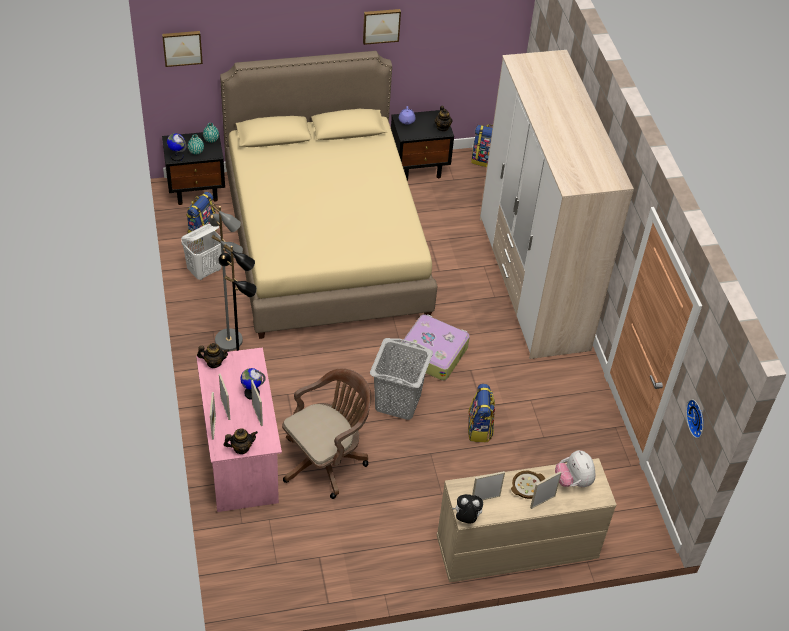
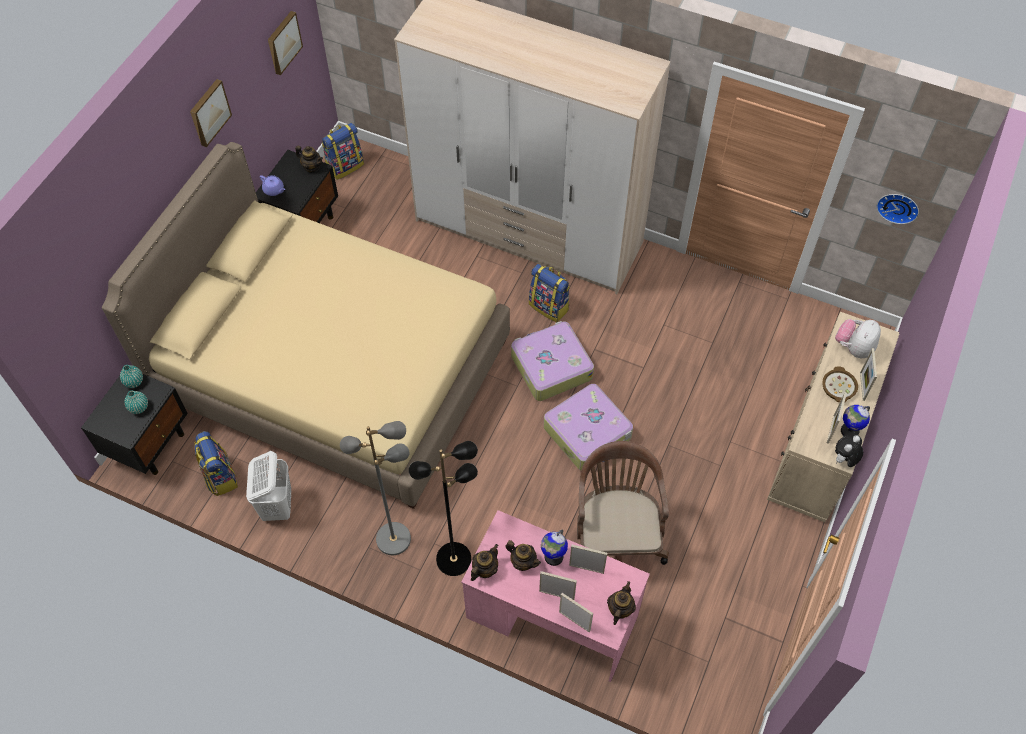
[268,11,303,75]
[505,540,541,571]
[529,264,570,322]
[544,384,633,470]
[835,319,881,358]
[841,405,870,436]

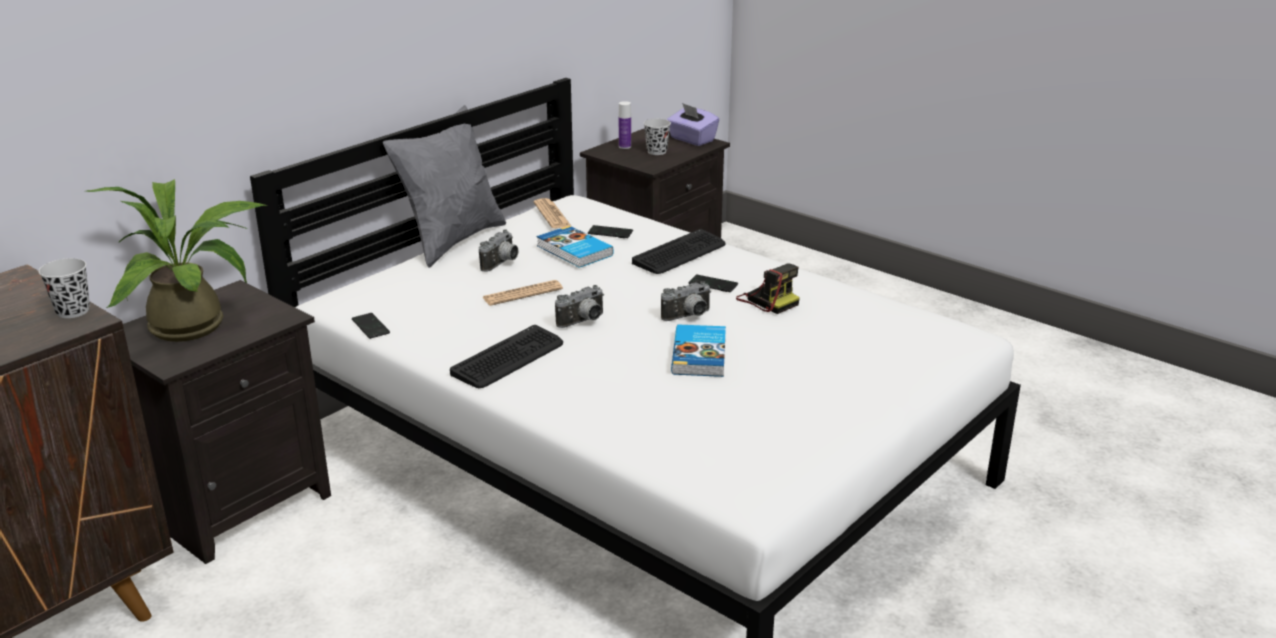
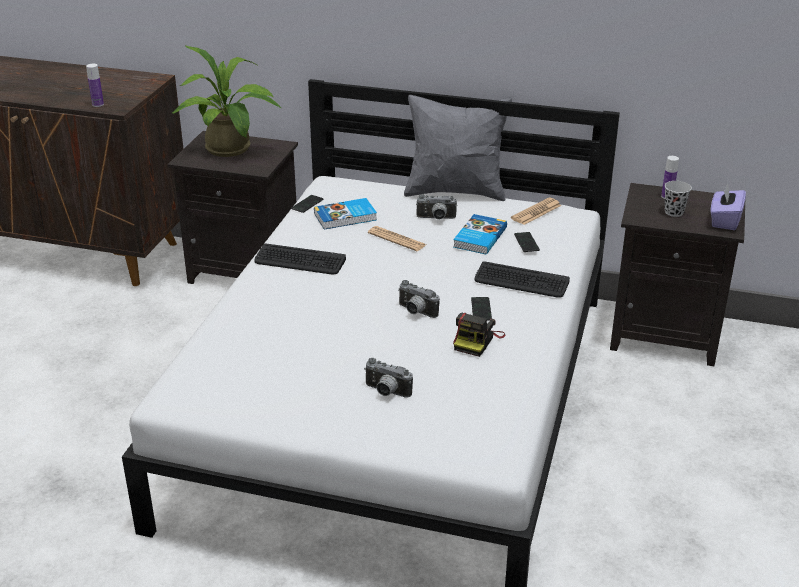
[86,64,104,107]
[314,198,377,230]
[364,358,413,398]
[38,258,90,318] (first image)

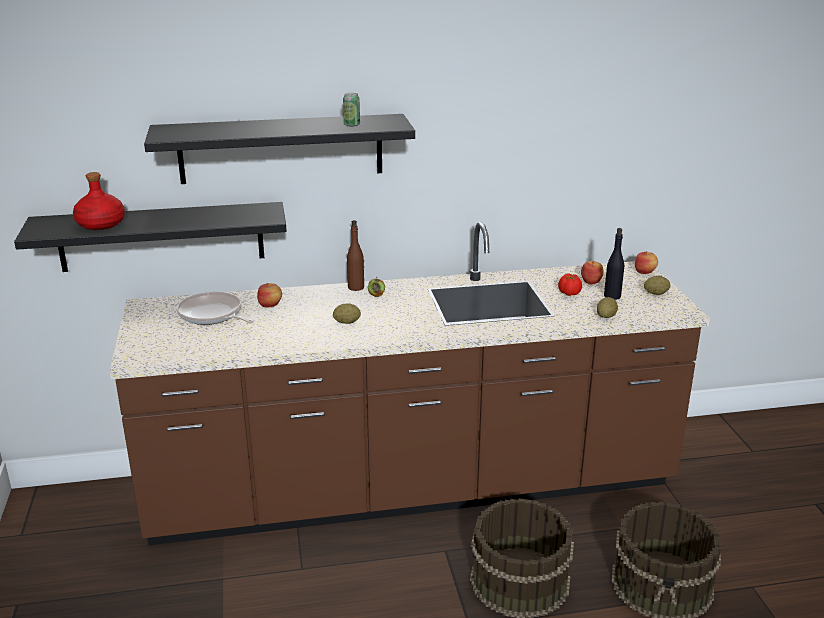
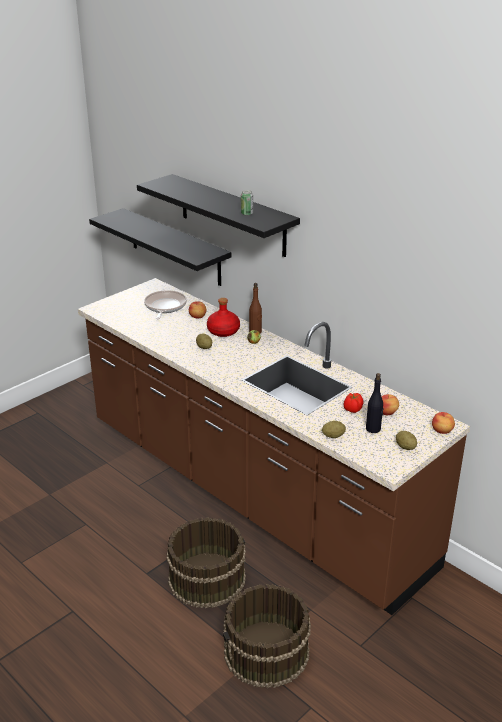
[207,298,240,337]

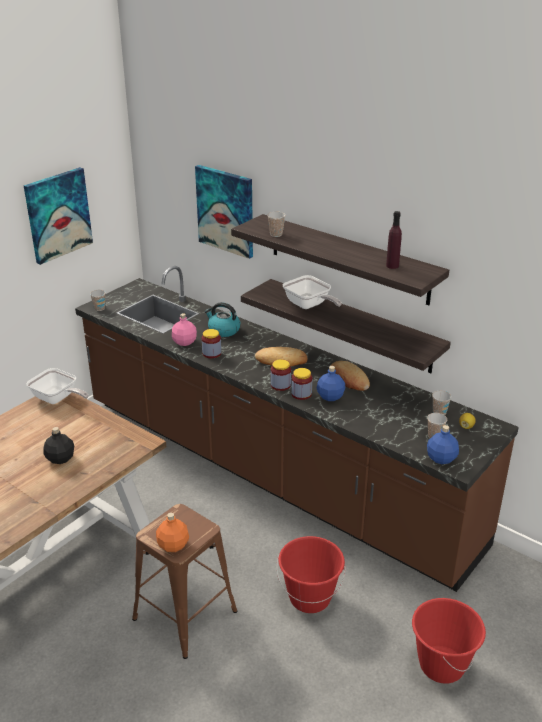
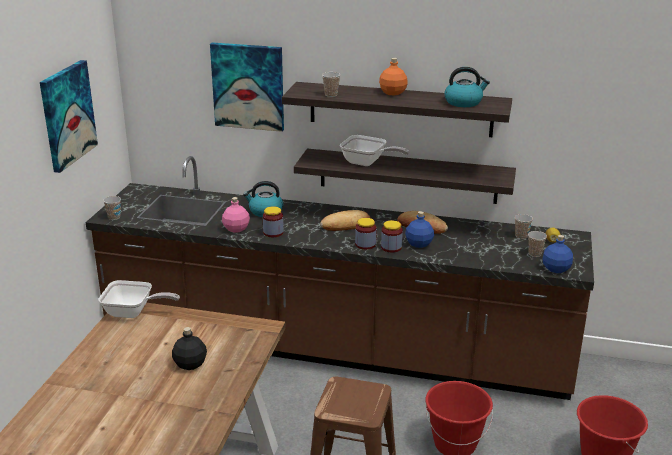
[379,58,408,95]
[445,67,490,107]

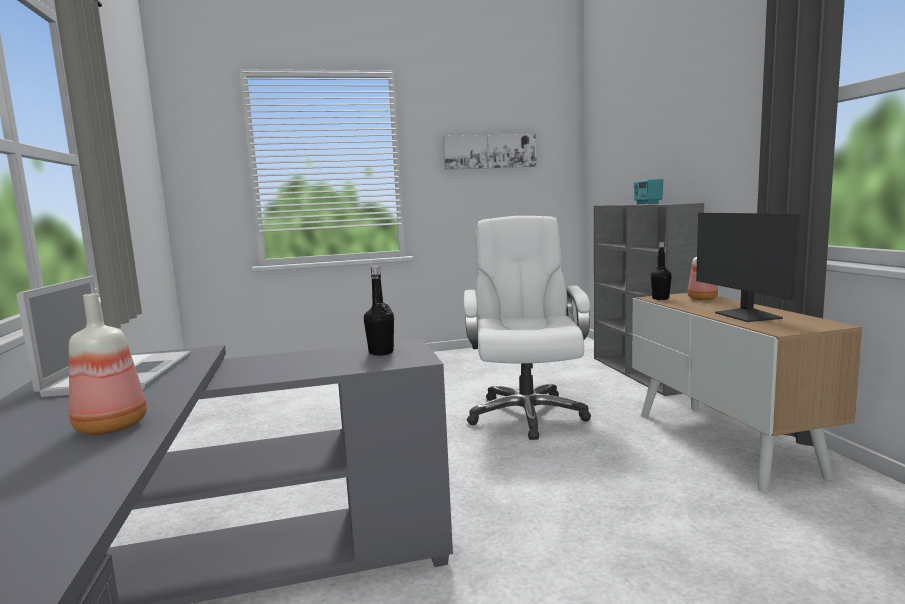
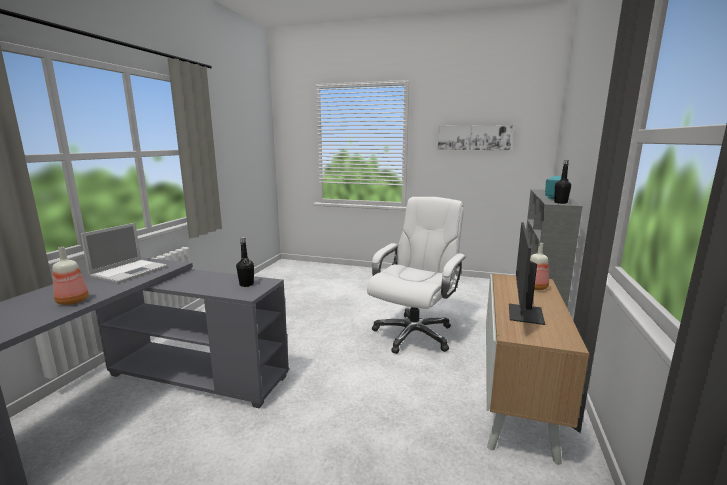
[554,160,571,204]

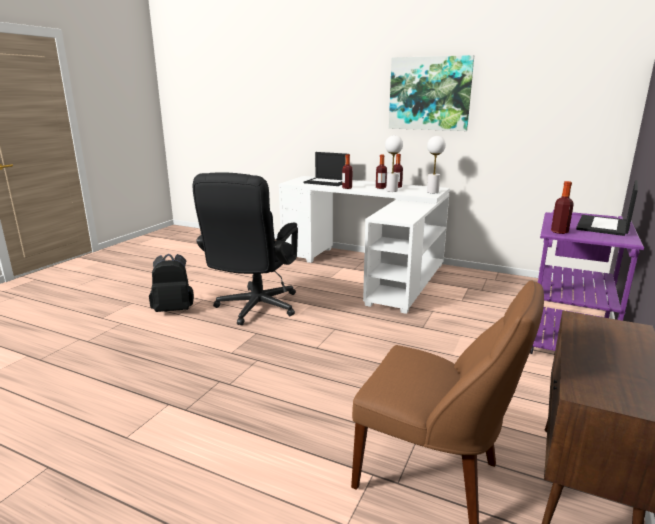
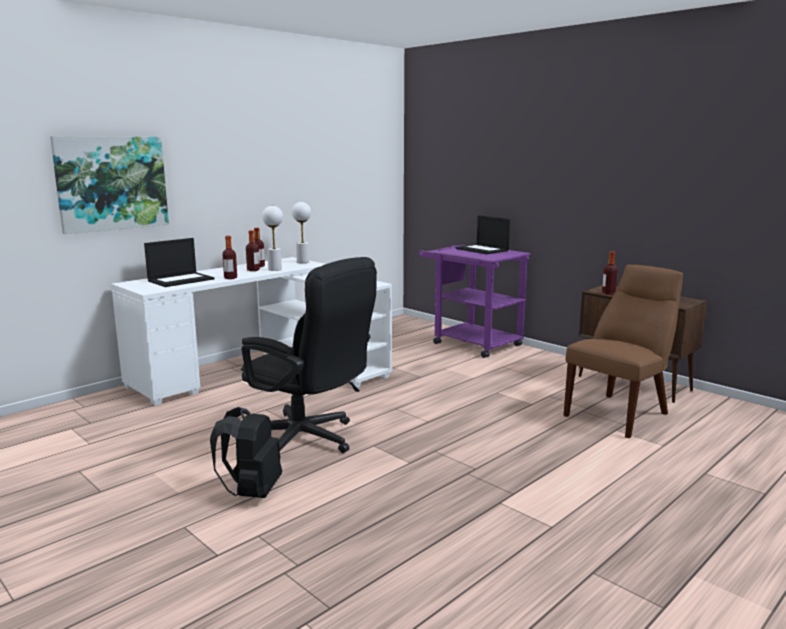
[50,136,169,234]
[602,251,618,295]

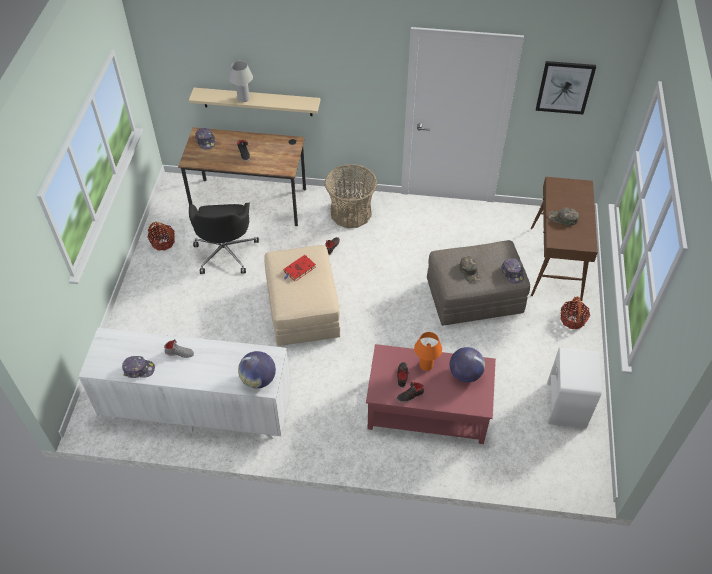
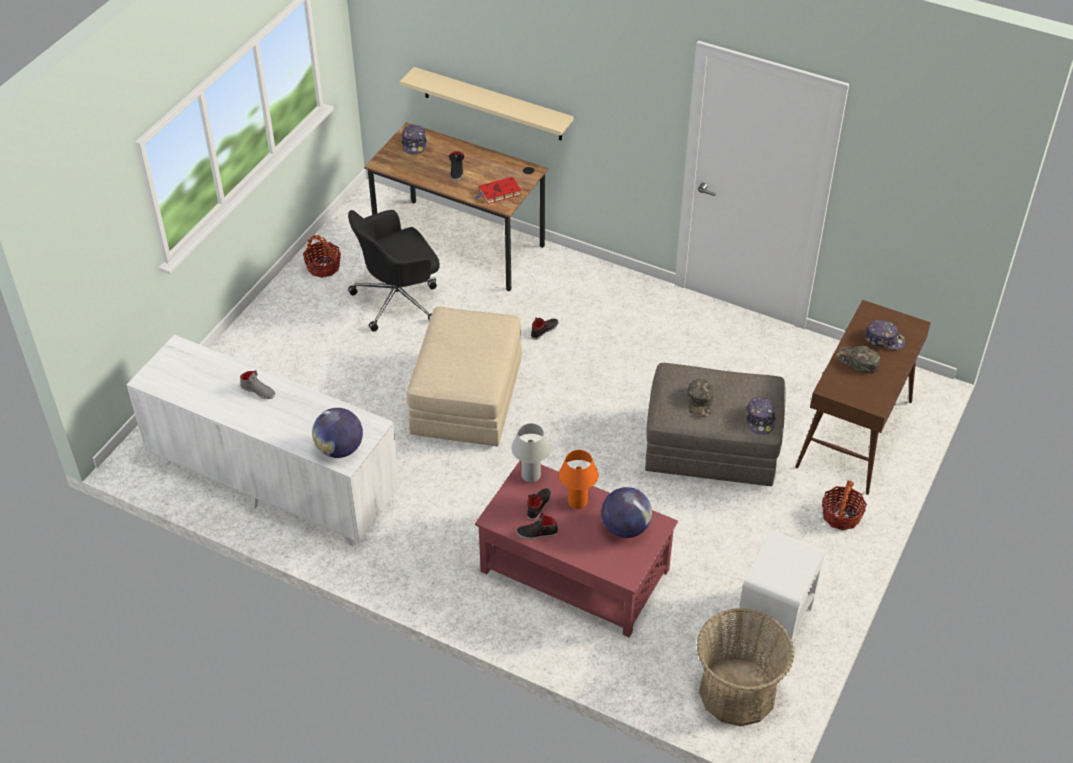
[348,210,440,332]
[476,177,521,204]
[511,423,551,482]
[697,608,794,726]
[865,320,905,350]
[536,61,596,114] (first image)

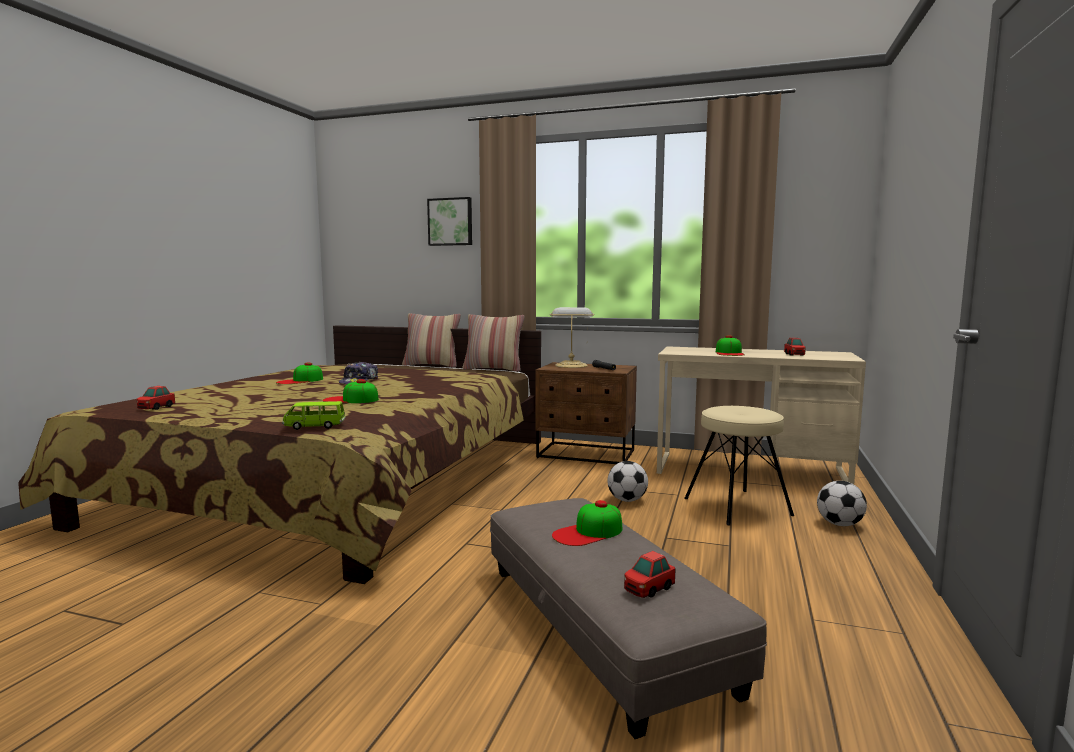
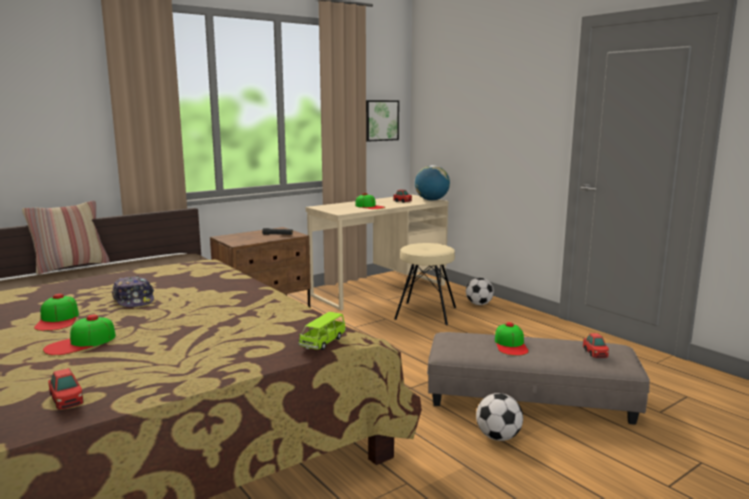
[43,315,116,355]
[366,100,399,142]
[415,165,450,201]
[476,393,523,441]
[462,314,525,372] (first image)
[550,307,594,368] (first image)

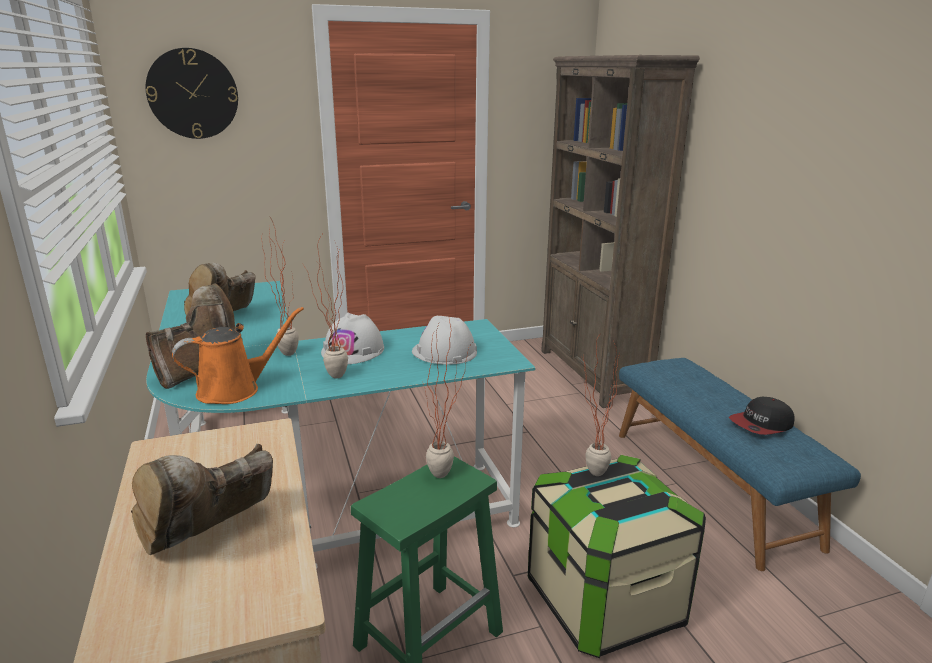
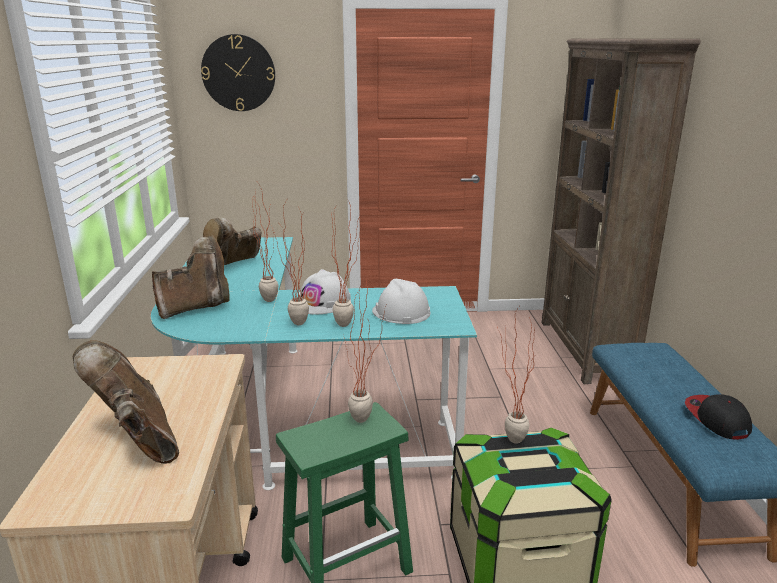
[73,340,179,464]
[331,203,361,327]
[685,394,752,440]
[172,307,304,404] (first image)

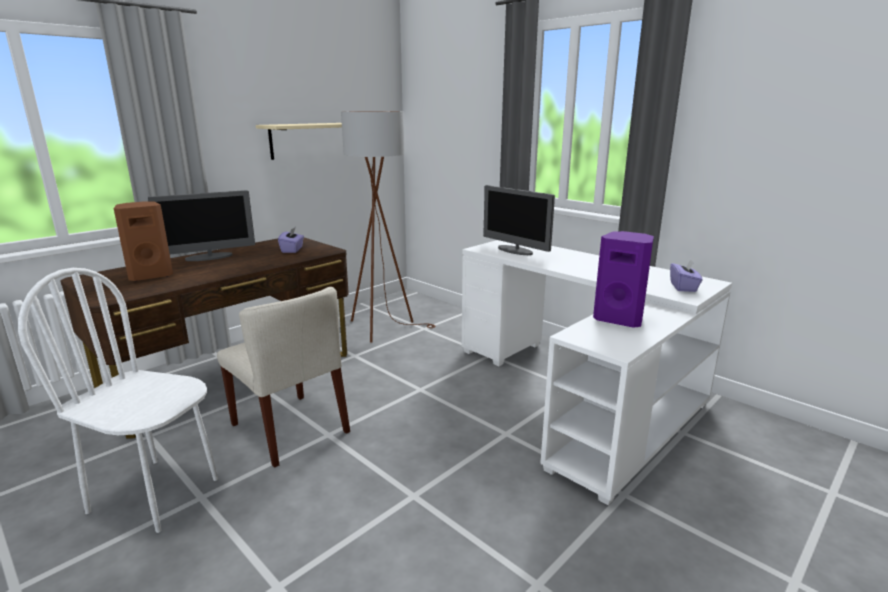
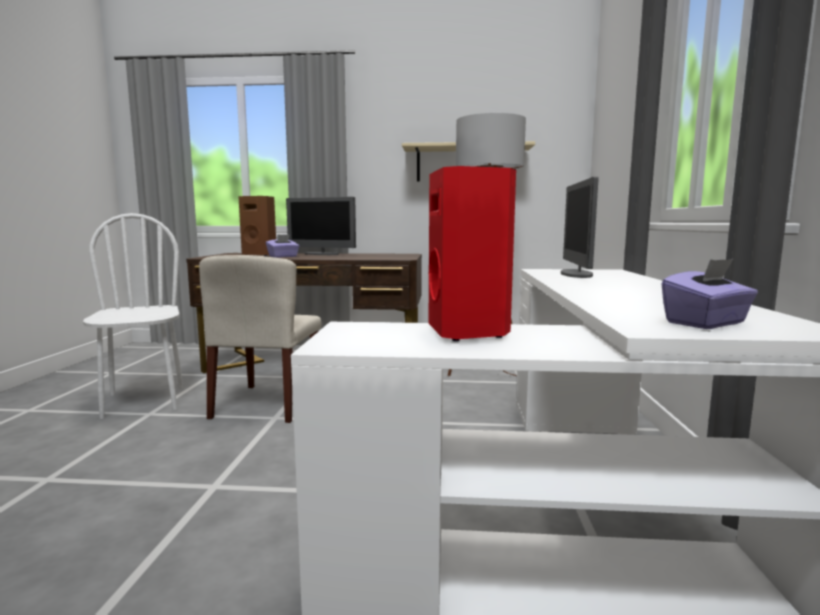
[266,234,299,258]
[429,166,516,341]

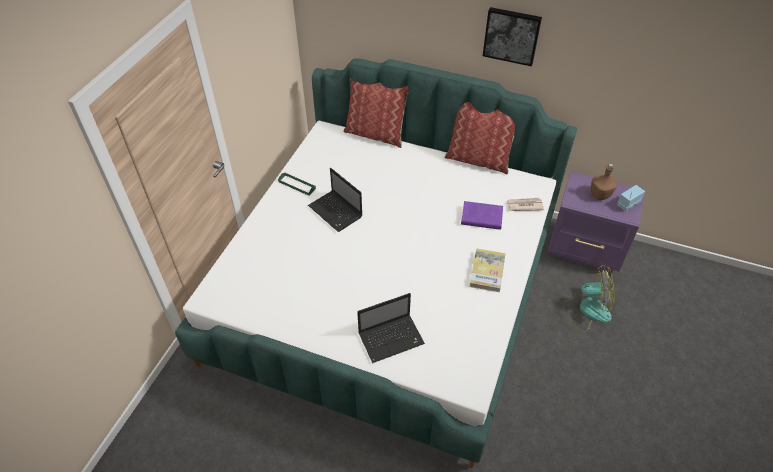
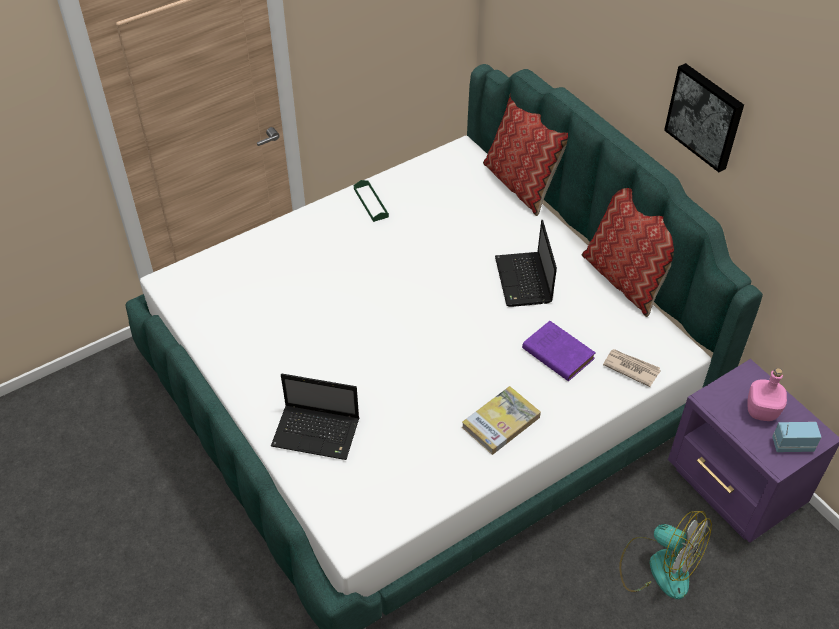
[495,220,557,307]
[747,368,787,421]

